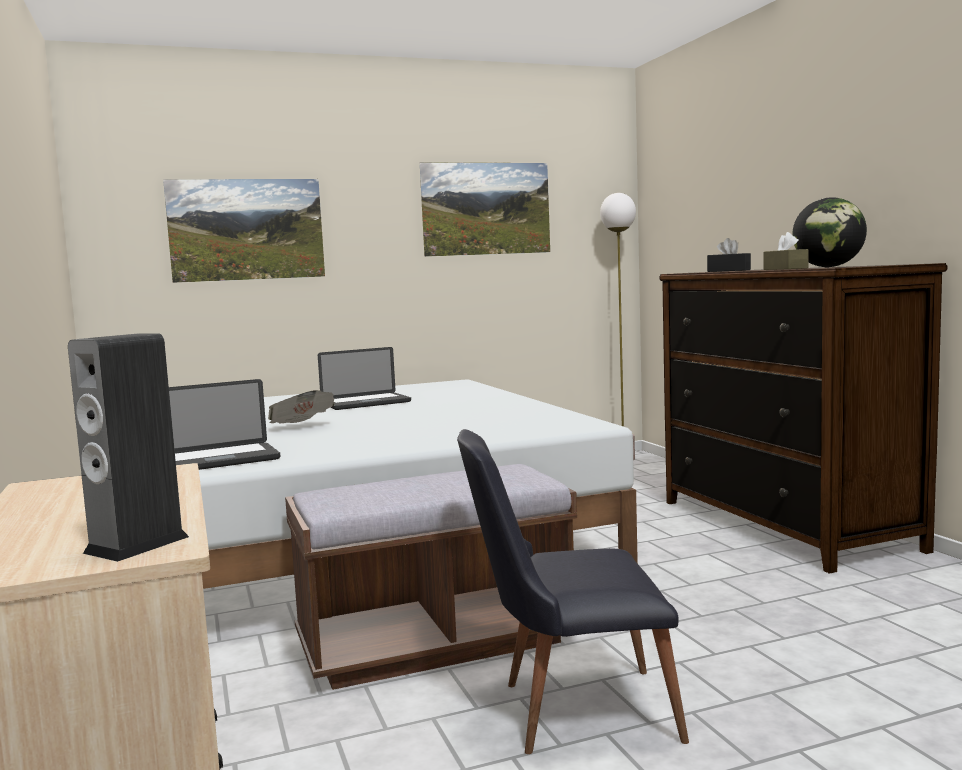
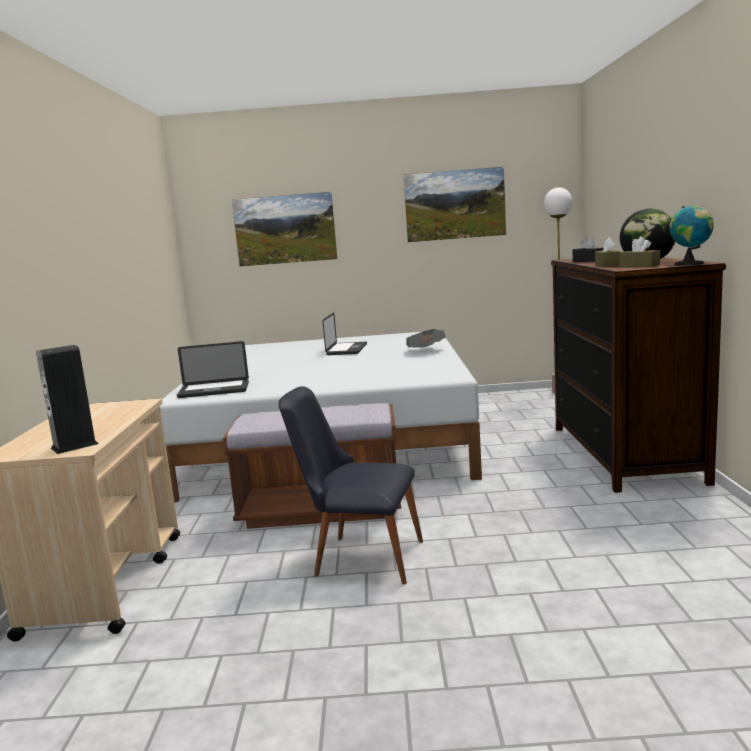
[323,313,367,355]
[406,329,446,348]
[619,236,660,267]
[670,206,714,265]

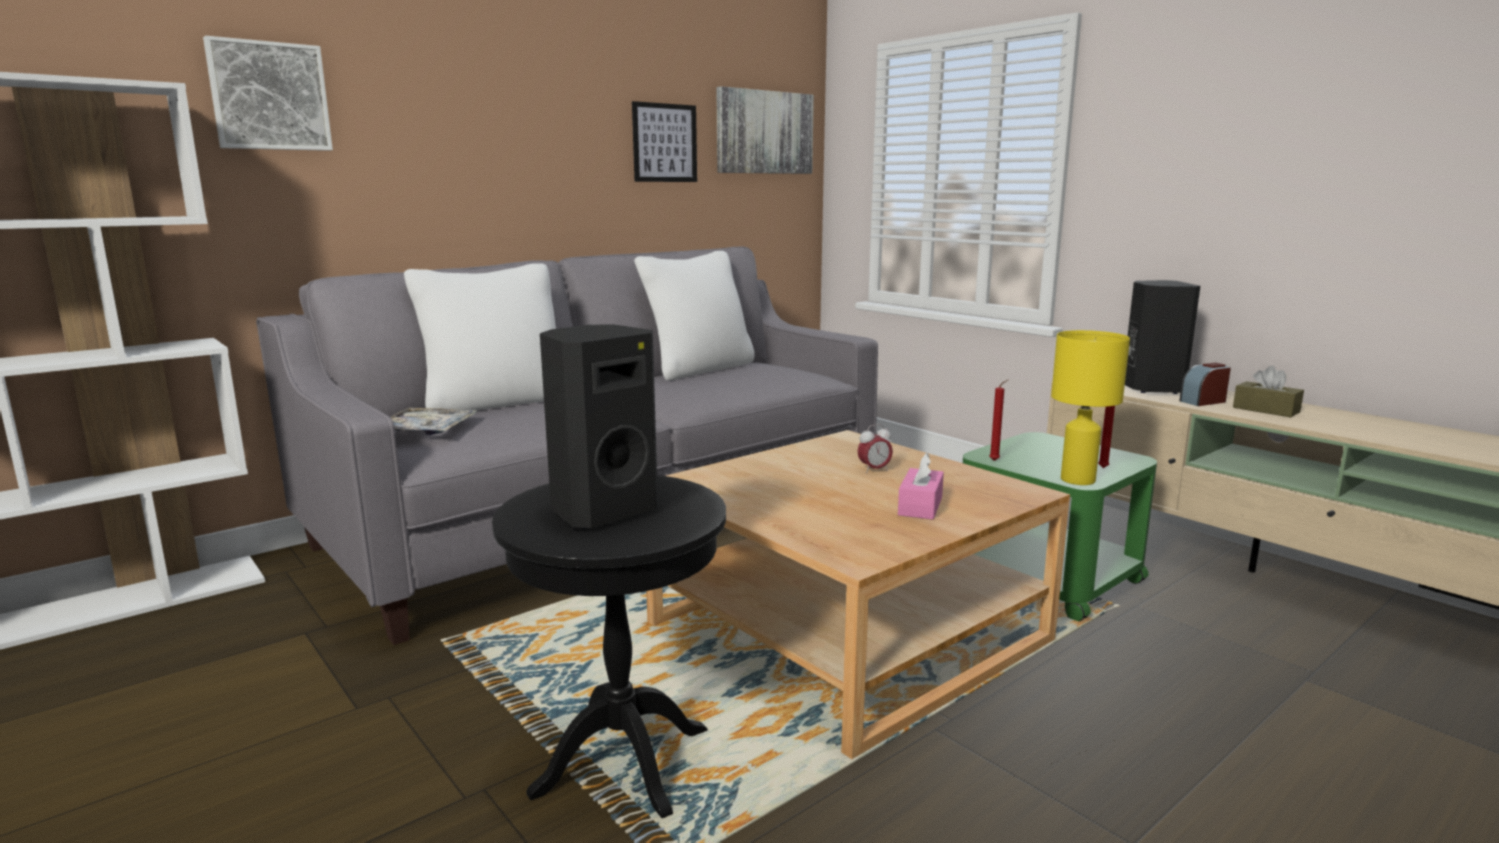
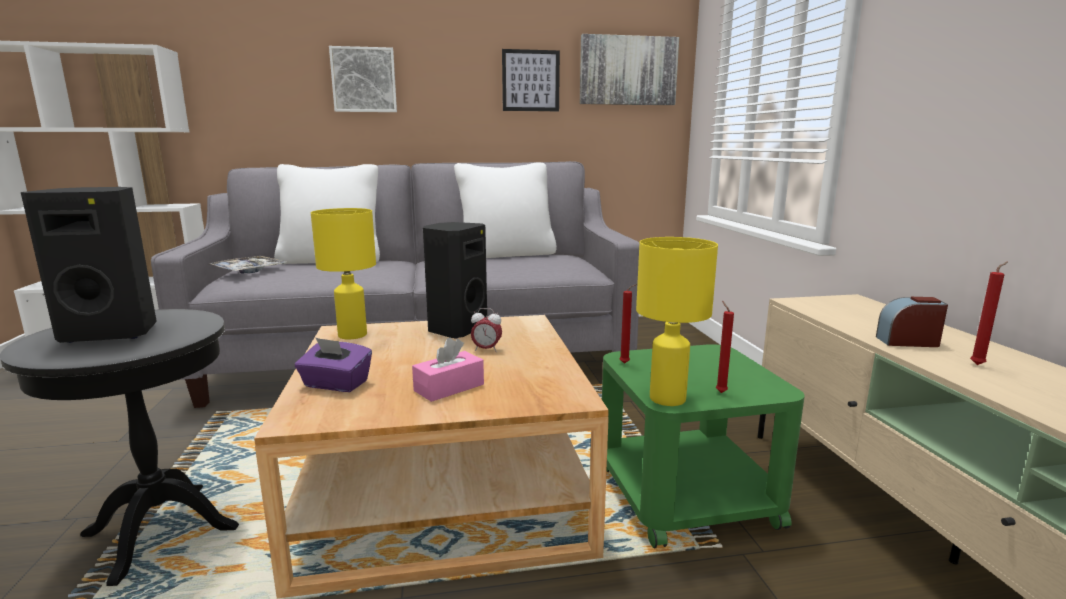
[295,337,372,392]
[311,208,376,339]
[329,46,397,112]
[423,222,487,339]
[970,261,1008,365]

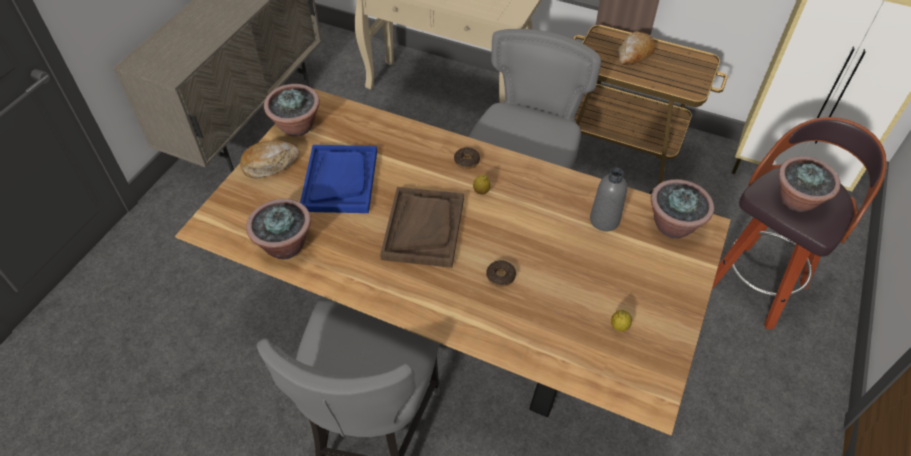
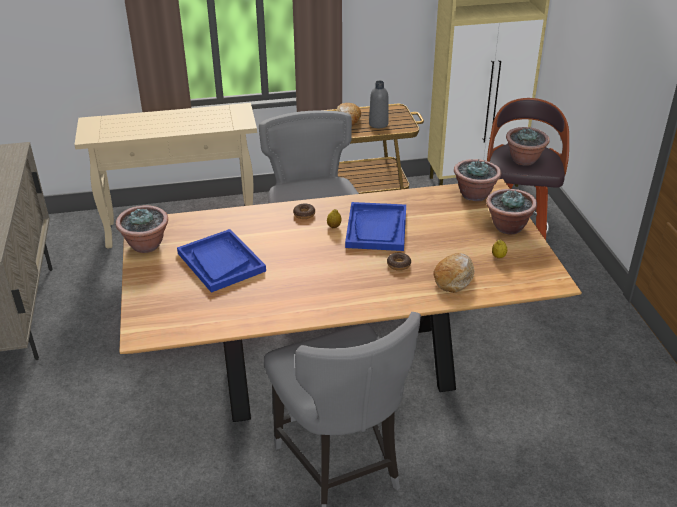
[345,202,406,251]
[369,81,389,128]
[433,253,475,293]
[486,189,537,235]
[380,187,464,268] (first image)

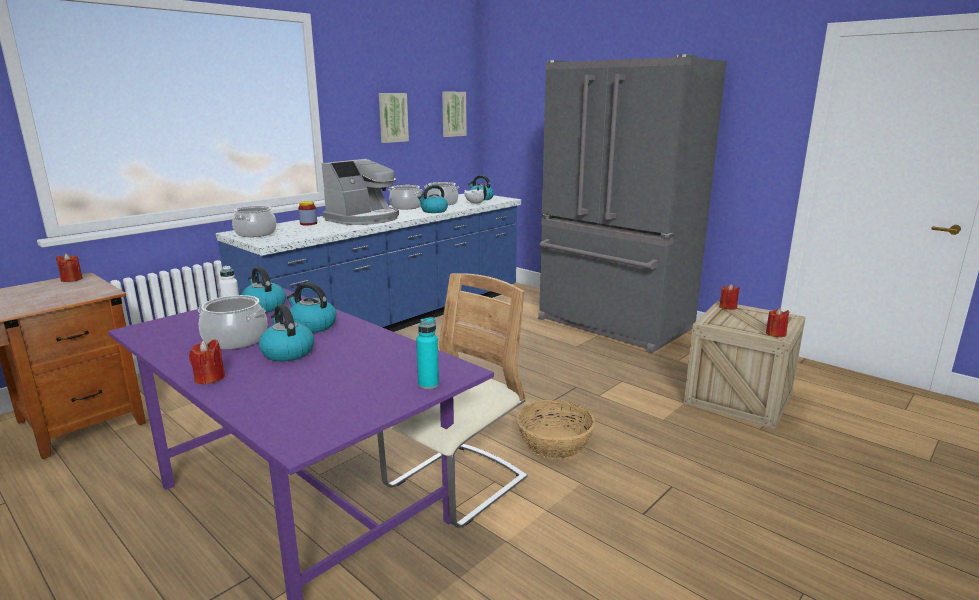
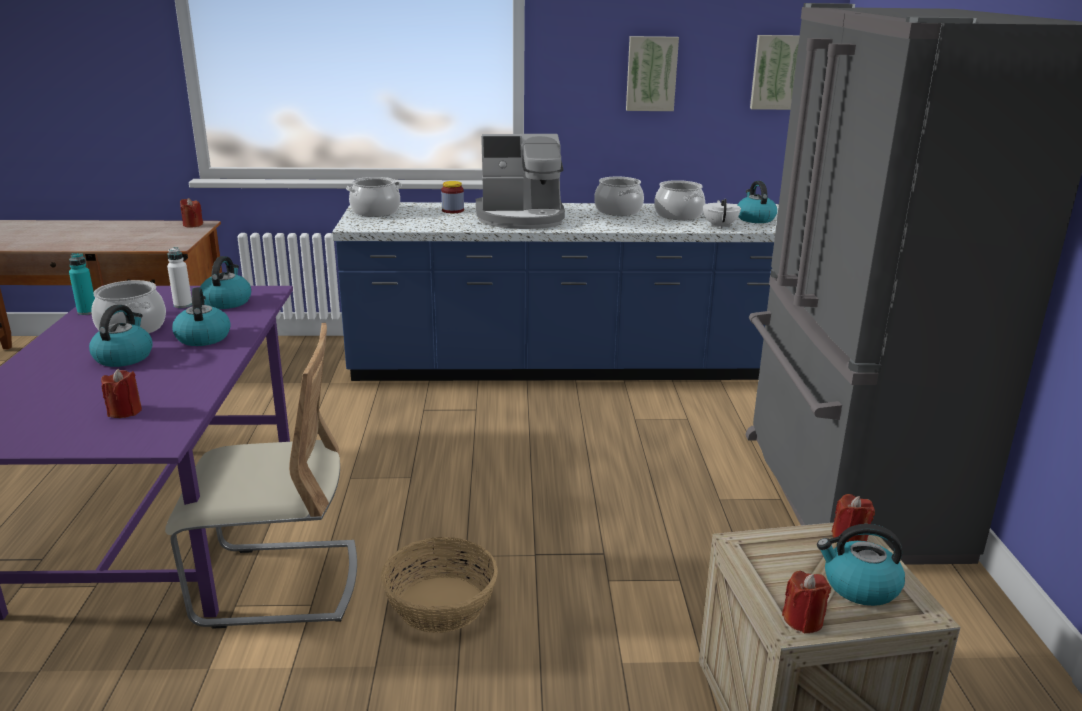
[69,253,95,315]
[101,369,142,418]
[817,524,905,606]

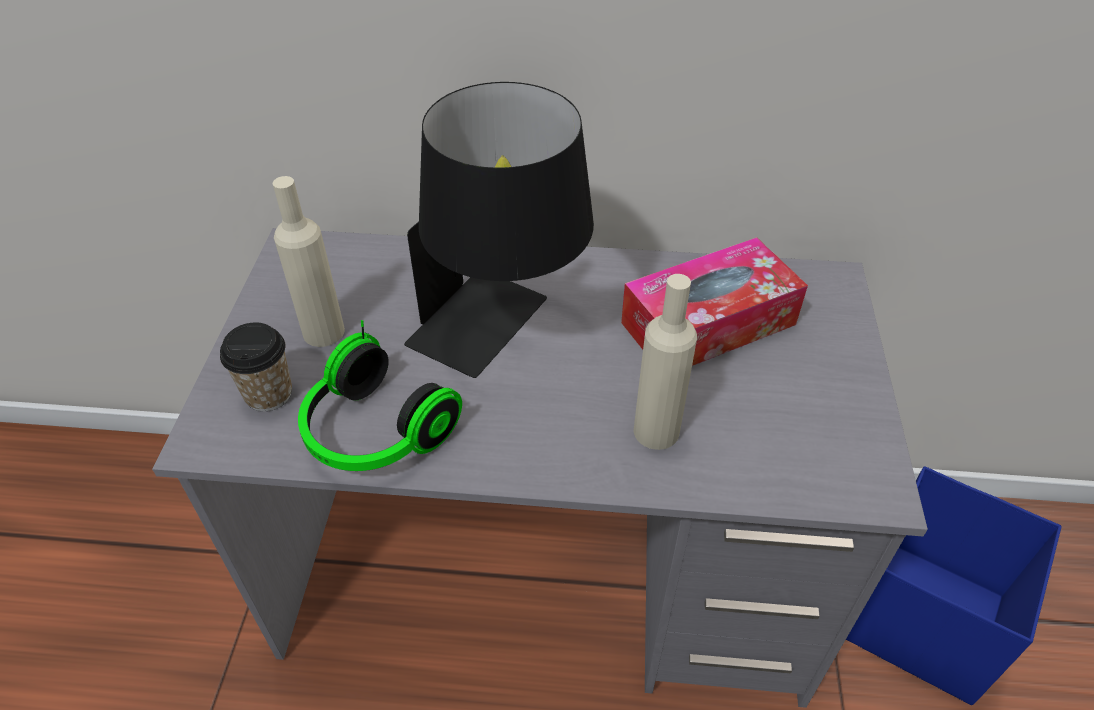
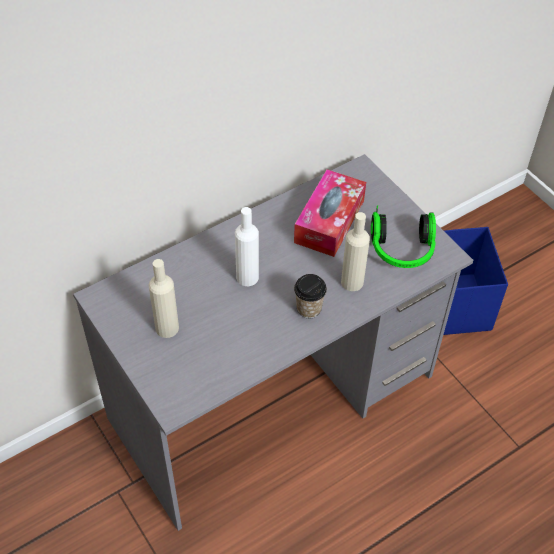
[235,207,259,286]
[294,274,327,318]
[371,205,436,268]

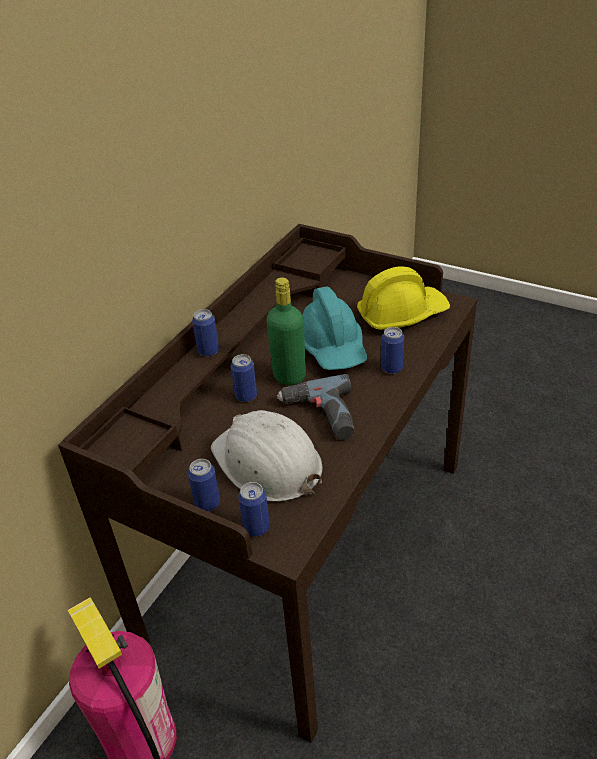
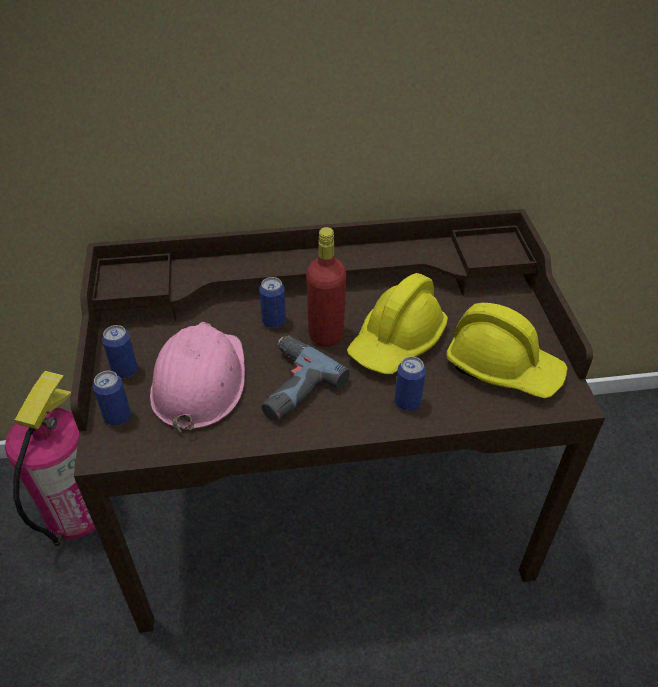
[150,322,245,435]
[306,227,346,347]
[347,273,448,374]
[192,309,219,357] (first image)

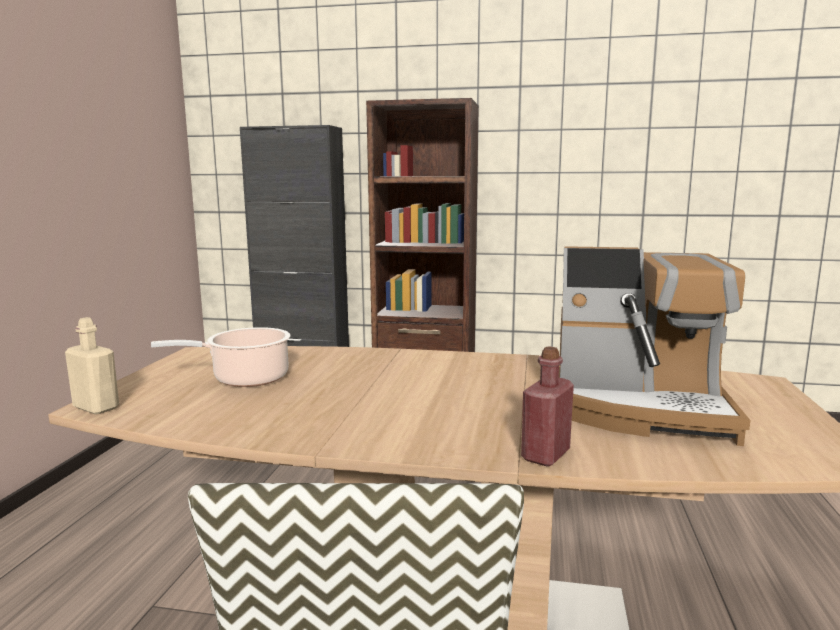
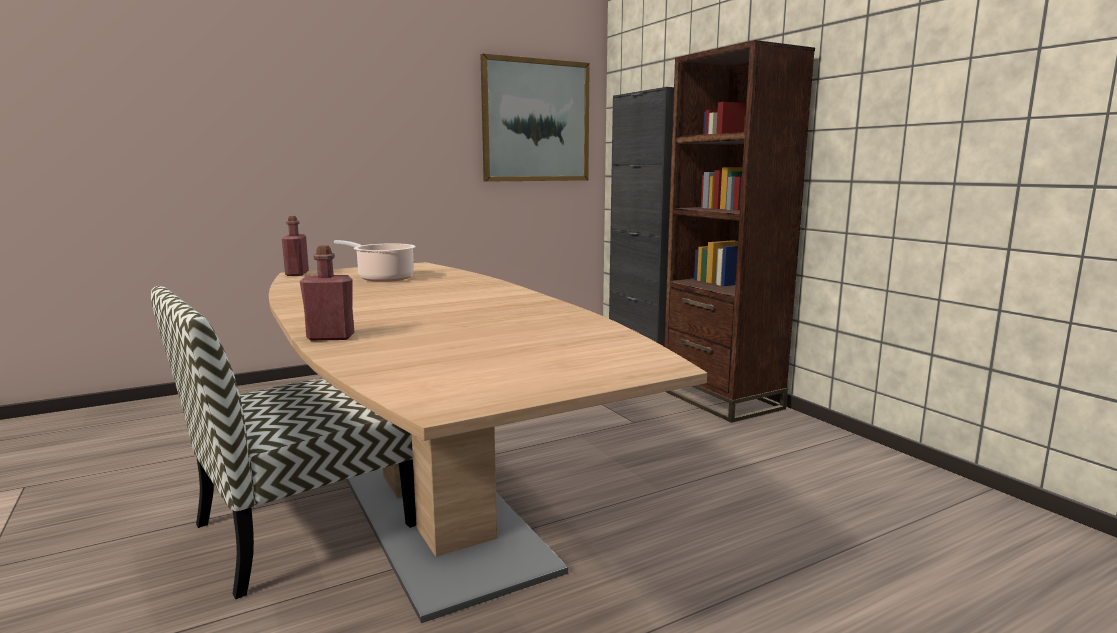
[282,216,309,276]
[480,54,590,182]
[559,246,750,446] (first image)

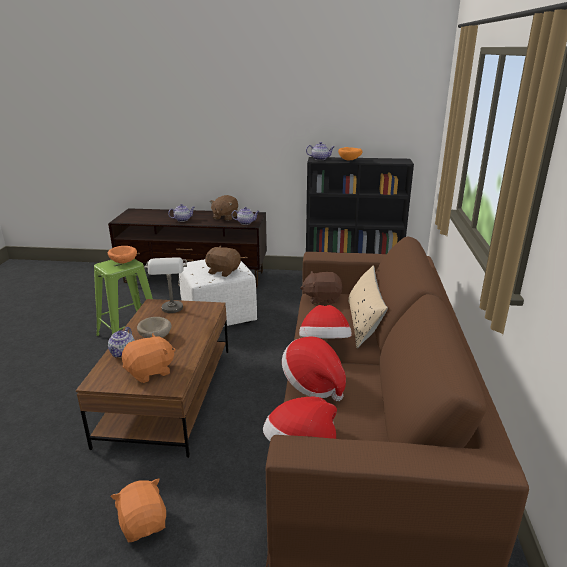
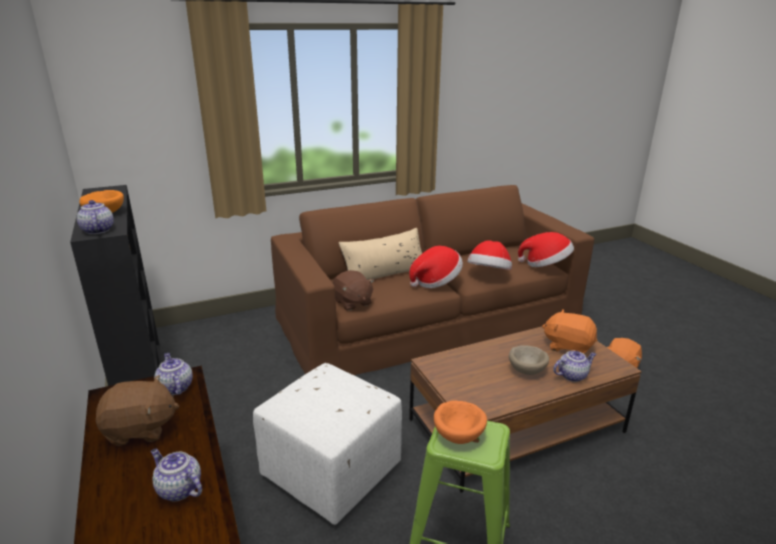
[144,257,187,313] (first image)
[205,246,241,277] (first image)

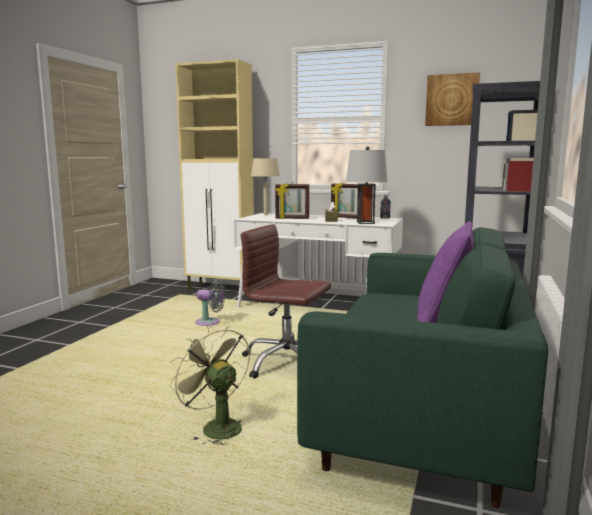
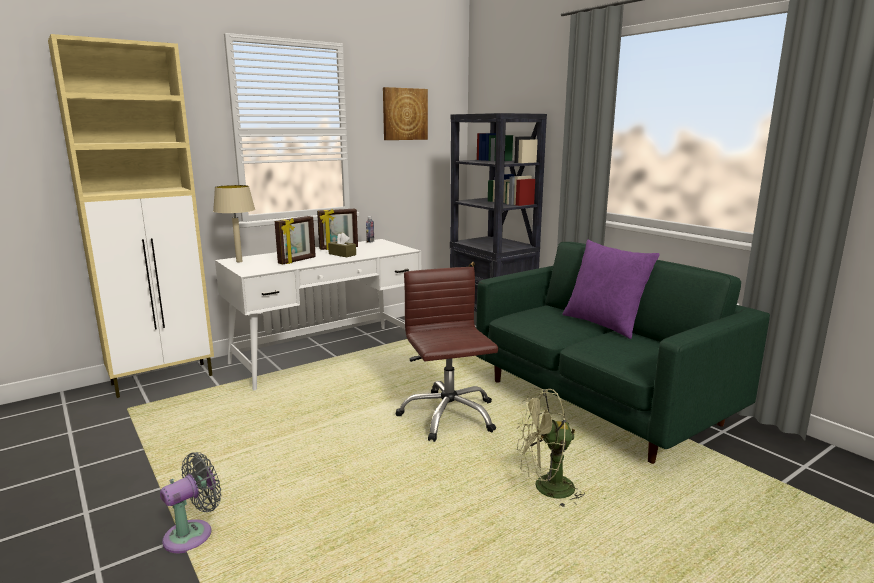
[160,452,221,553]
[396,267,498,442]
[346,146,388,224] (first image)

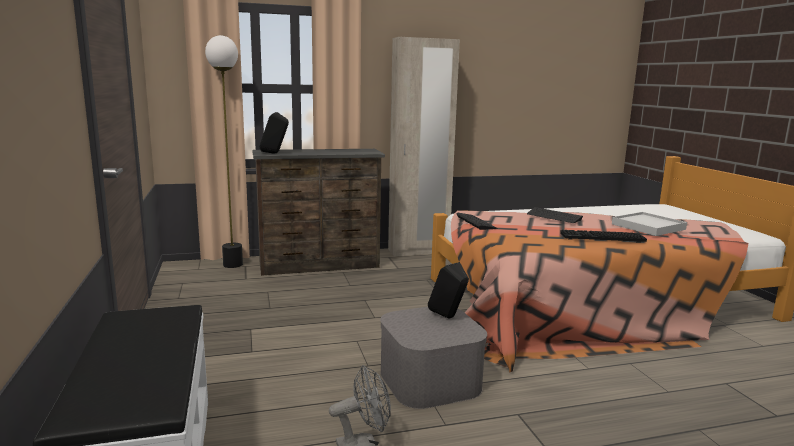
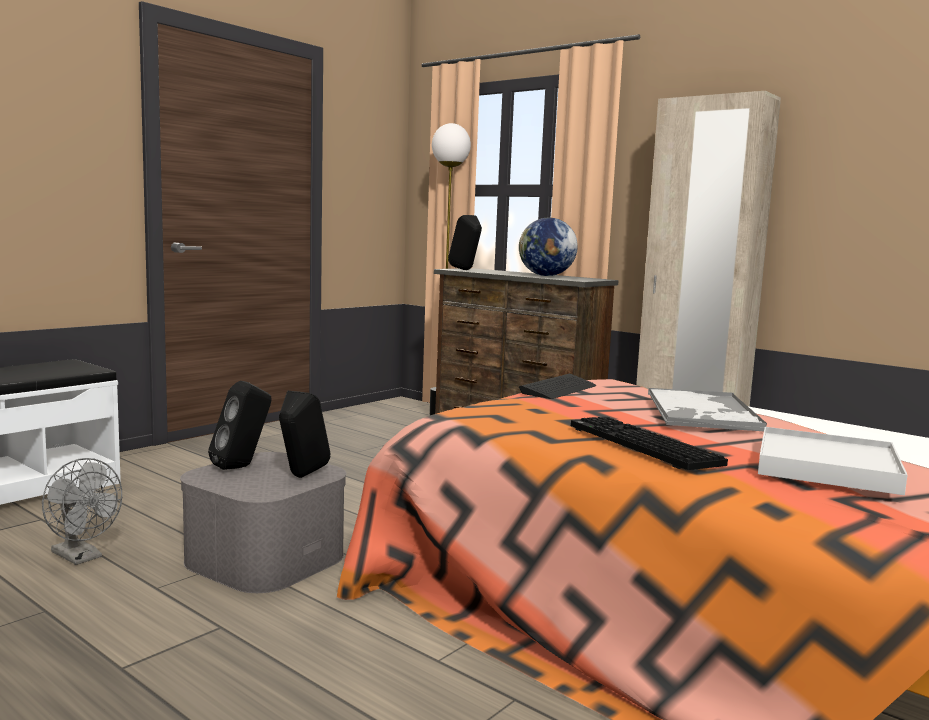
[208,381,271,470]
[519,218,578,276]
[648,388,767,431]

